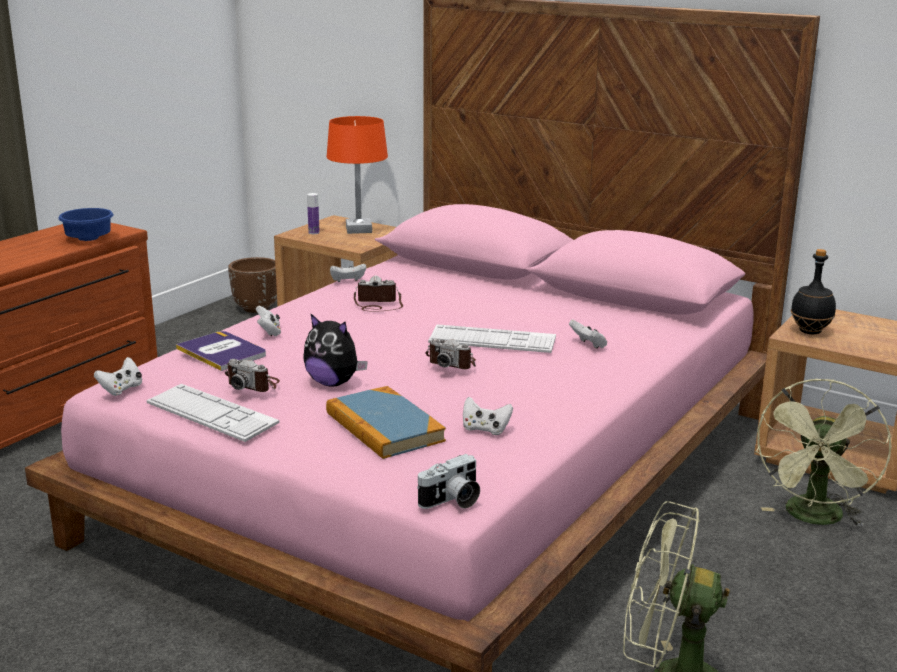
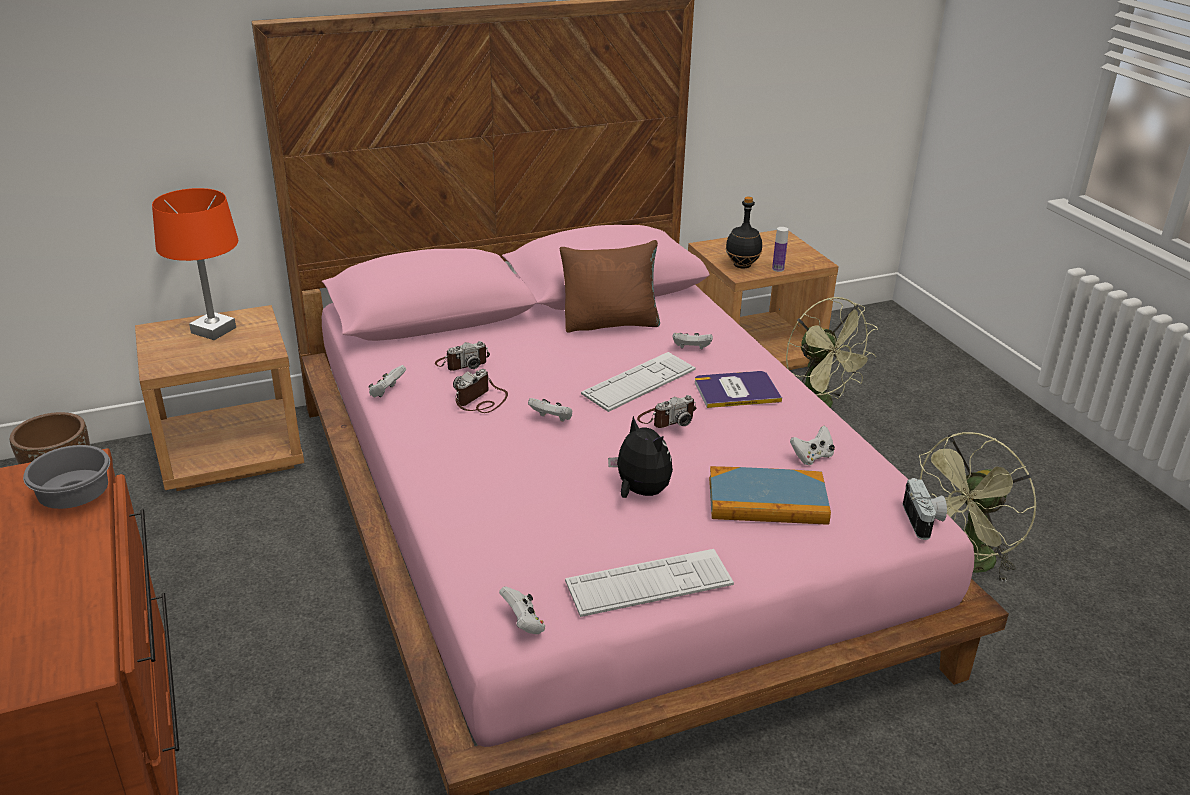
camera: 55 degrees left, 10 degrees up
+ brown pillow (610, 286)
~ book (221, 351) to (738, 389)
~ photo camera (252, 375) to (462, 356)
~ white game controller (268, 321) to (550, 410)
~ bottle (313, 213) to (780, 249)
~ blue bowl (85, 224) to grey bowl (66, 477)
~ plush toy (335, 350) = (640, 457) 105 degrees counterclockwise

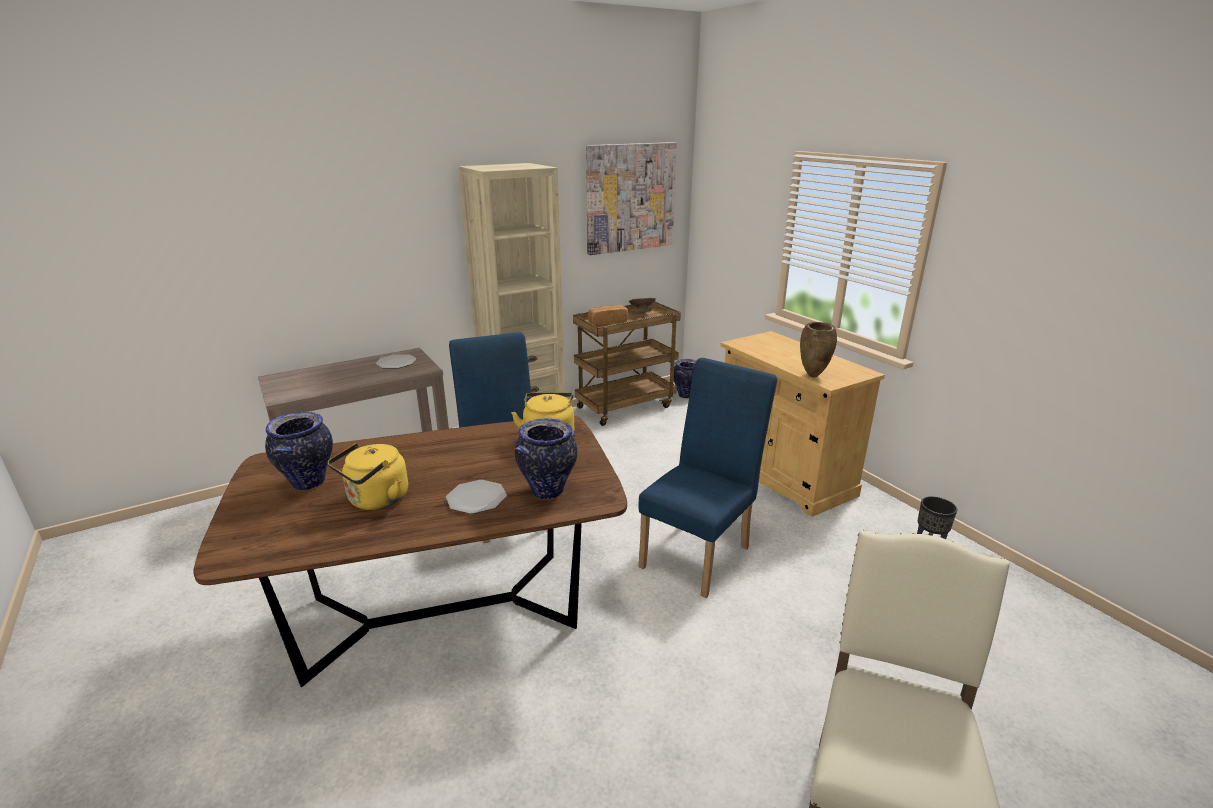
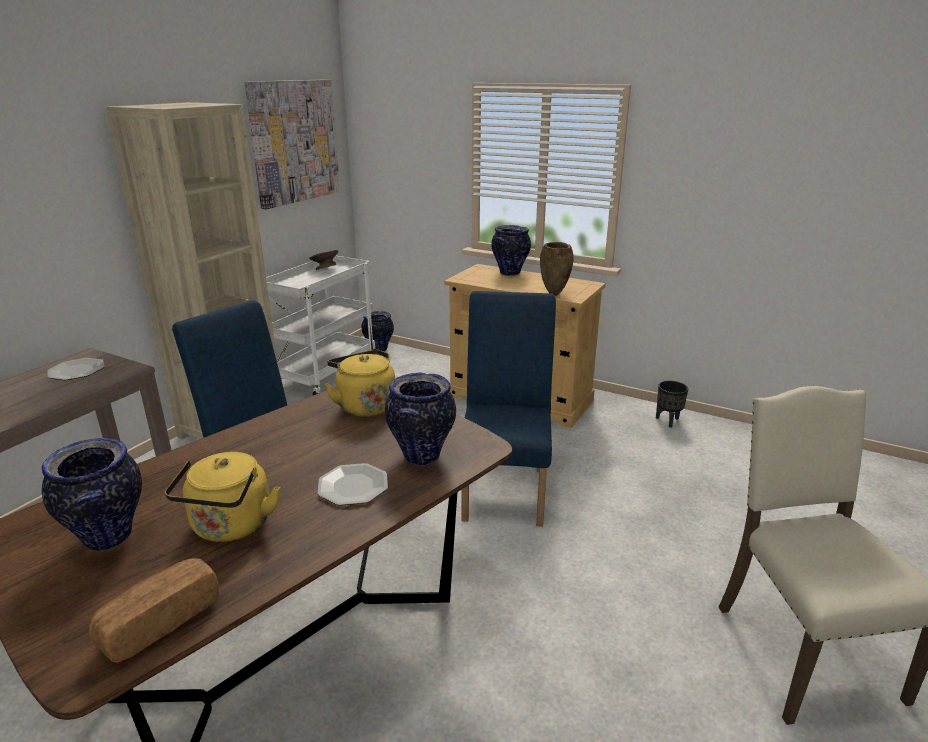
camera: 30 degrees left, 0 degrees up
+ vase (511, 250)
~ bread (608, 315) to (153, 610)
~ brown cart (627, 363) to white cart (320, 325)

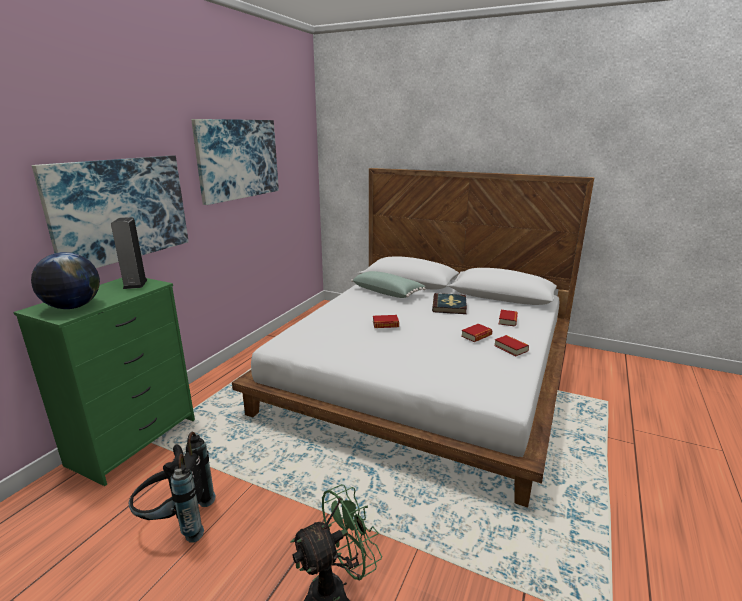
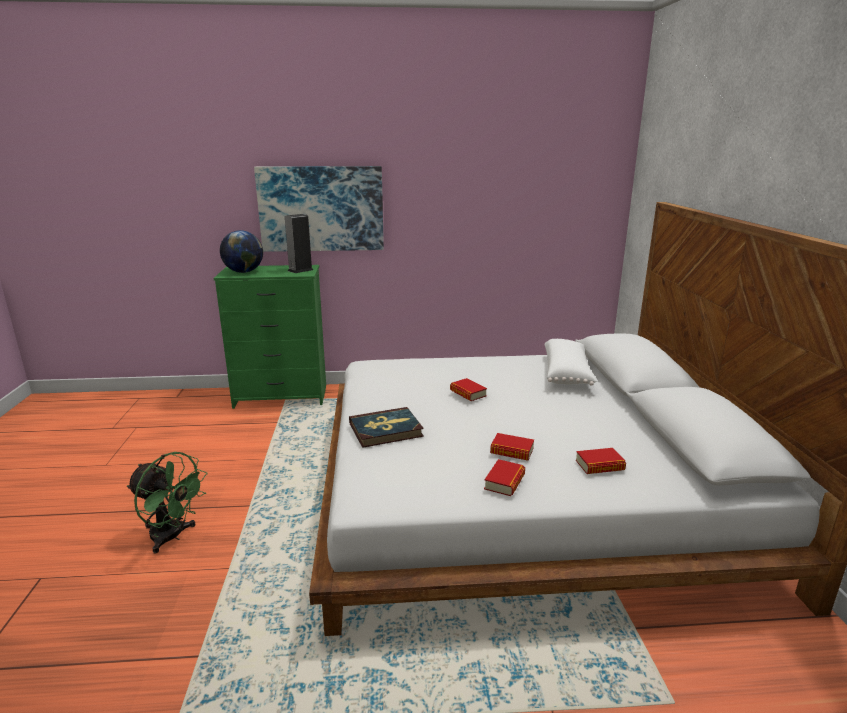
camera: 60 degrees right, 0 degrees up
- black backpack (172, 487)
- picture (235, 162)
~ book (449, 303) to (386, 427)
~ green pillow (388, 284) to white pillow (571, 362)

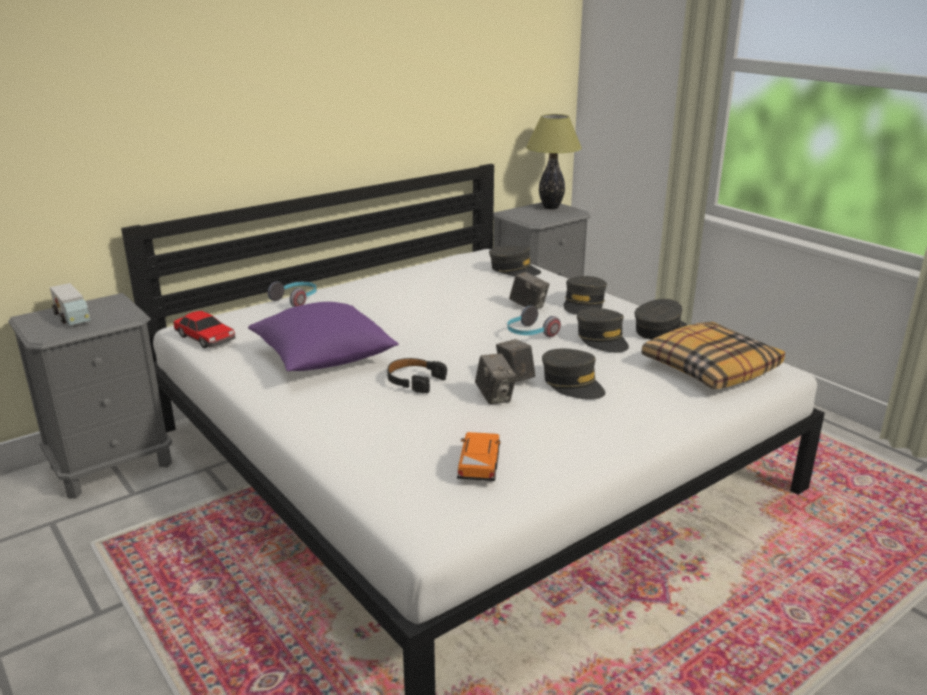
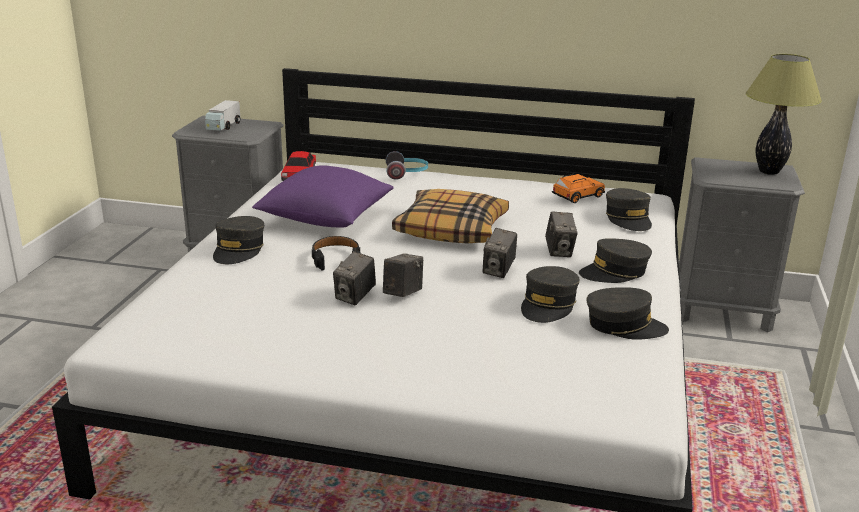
camera: 50 degrees right, 0 degrees up
~ orange toy car (478, 456) to (578, 188)
~ grey cap (573, 374) to (238, 240)
~ pillow (713, 355) to (450, 216)
~ headphones (534, 321) to photo camera (500, 253)

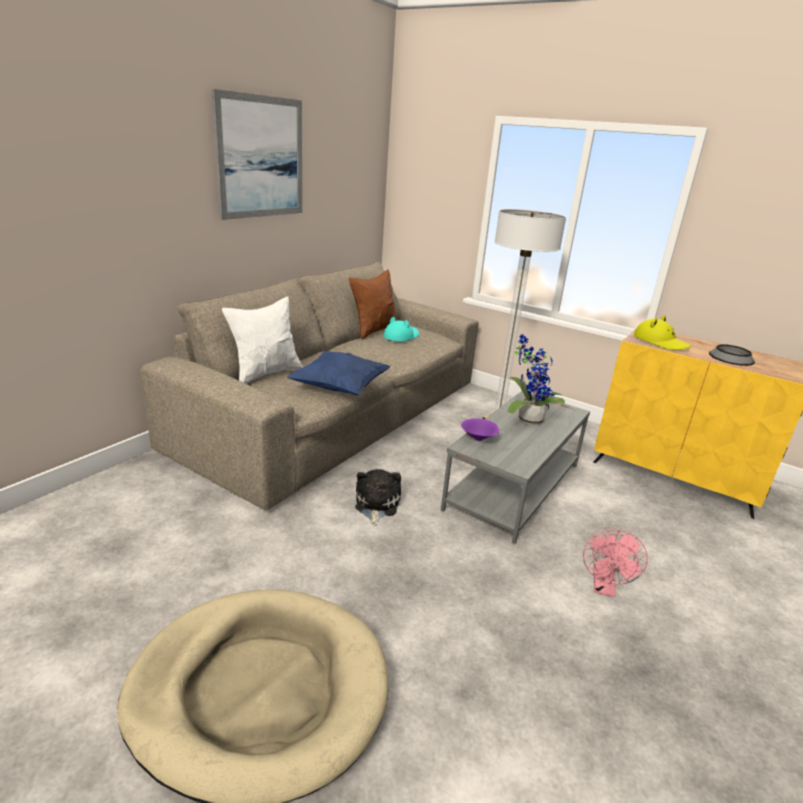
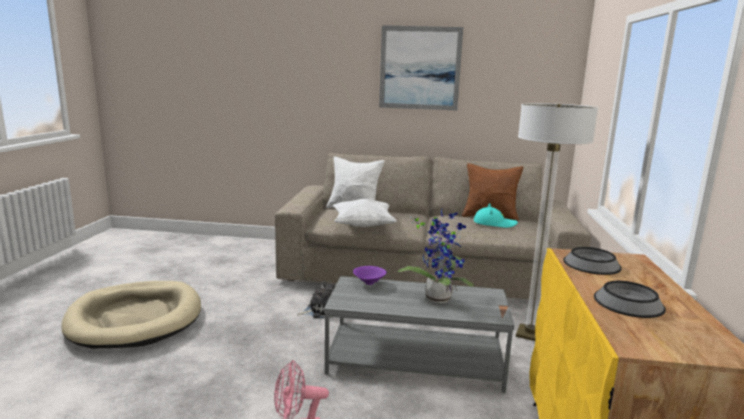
camera: 65 degrees right, 10 degrees down
~ yellow hat (663, 332) to bowl (592, 261)
~ blue pillow (338, 373) to white pillow (365, 213)

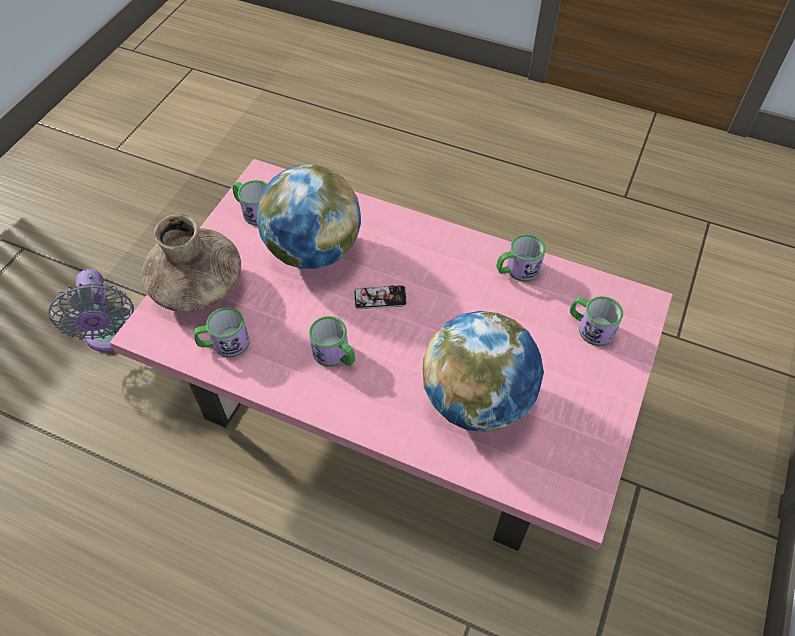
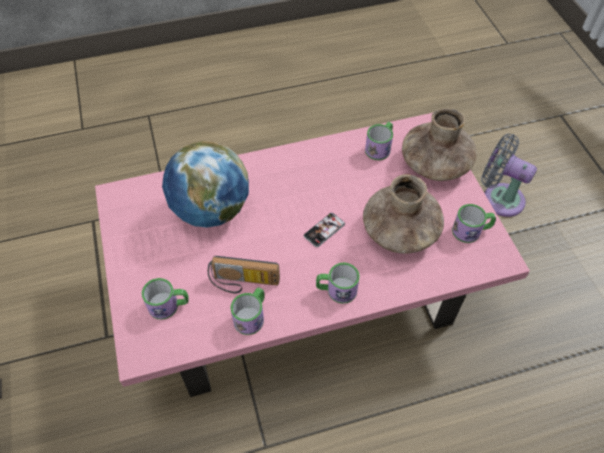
camera: 140 degrees right, 0 degrees up
+ radio (244, 274)
~ mug (332, 341) to (338, 283)
~ globe (308, 216) to brown vase (403, 214)

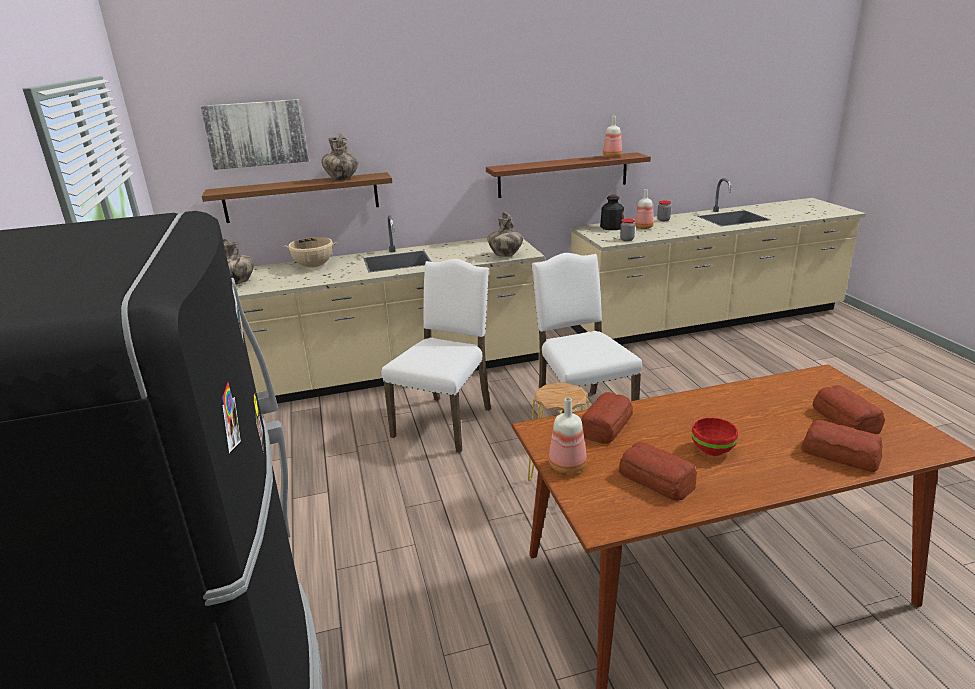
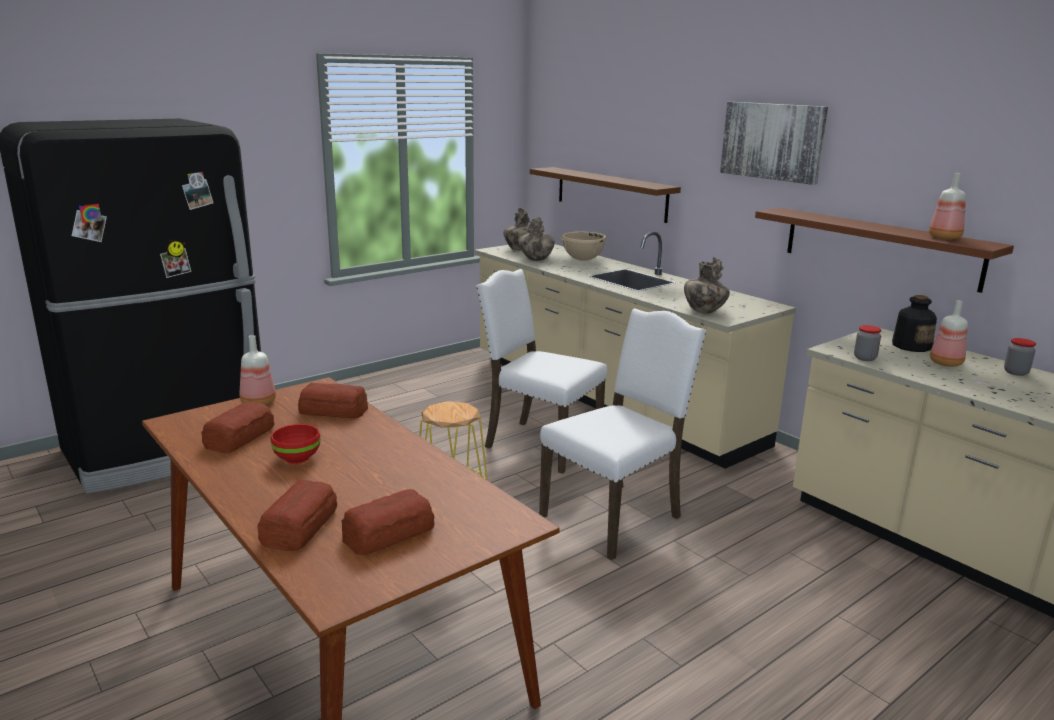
camera: 65 degrees right, 5 degrees down
~ picture (254, 134) to (774, 143)
~ vase (339, 157) to (536, 239)
~ white chair (436, 356) = (541, 371) 150 degrees counterclockwise

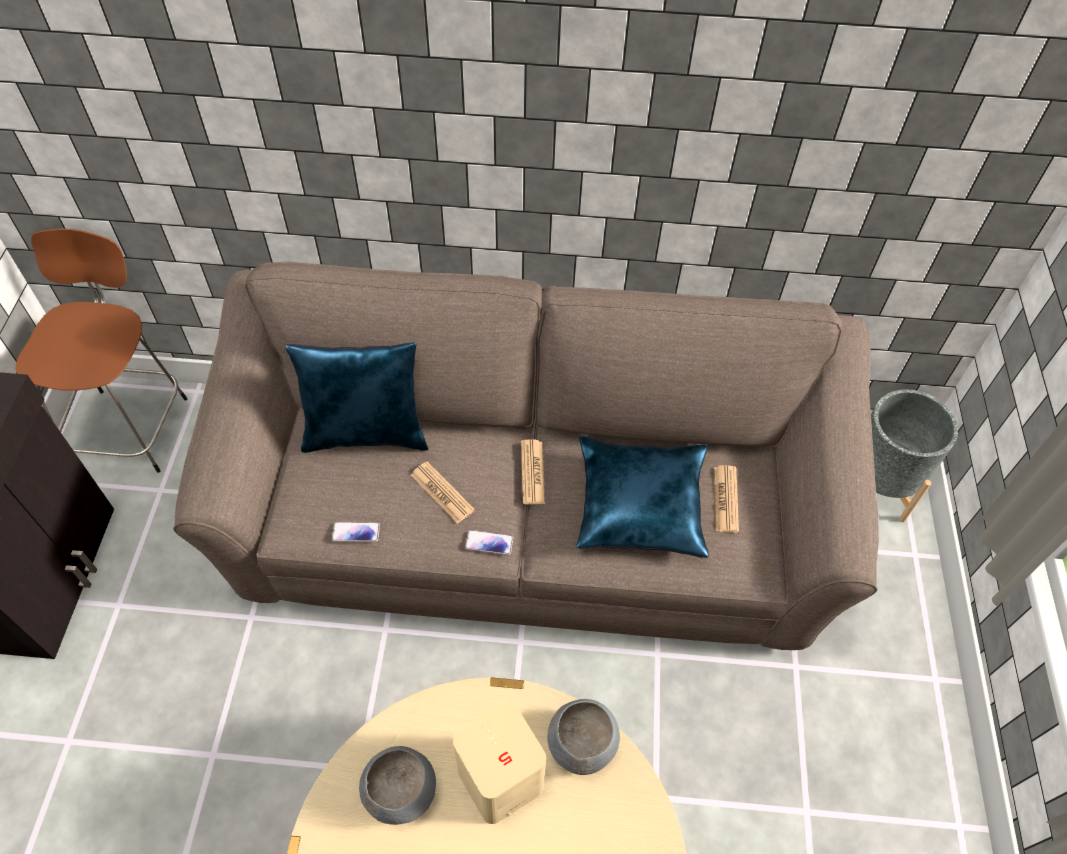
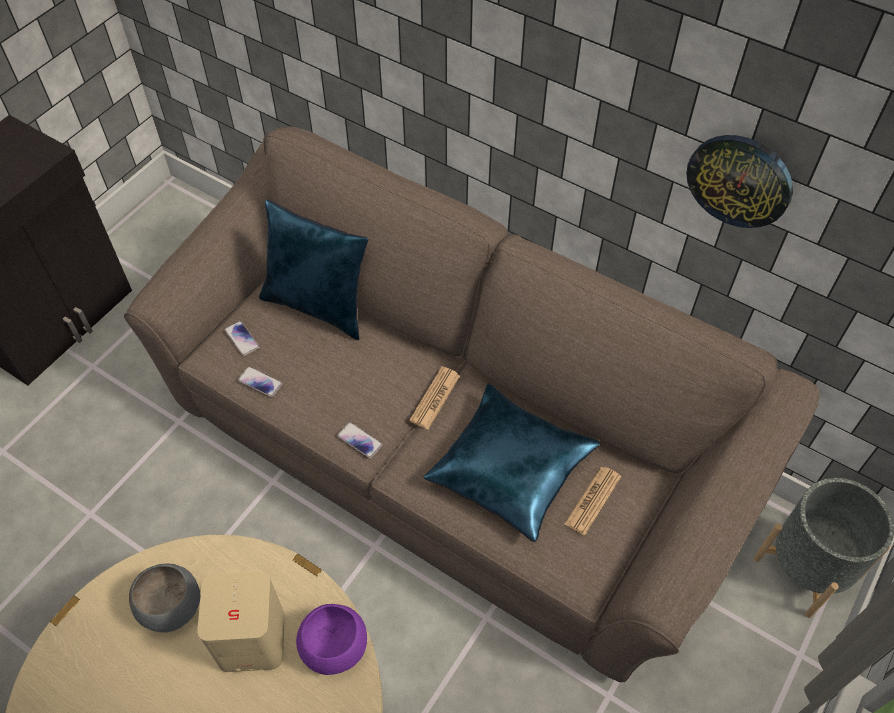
camera: 30 degrees right, 0 degrees up
- brown stool (101, 351)
- newspaper (443, 492)
+ phone (241, 338)
+ wall clock (739, 181)
~ grey bowl (583, 737) to purple bowl (331, 639)

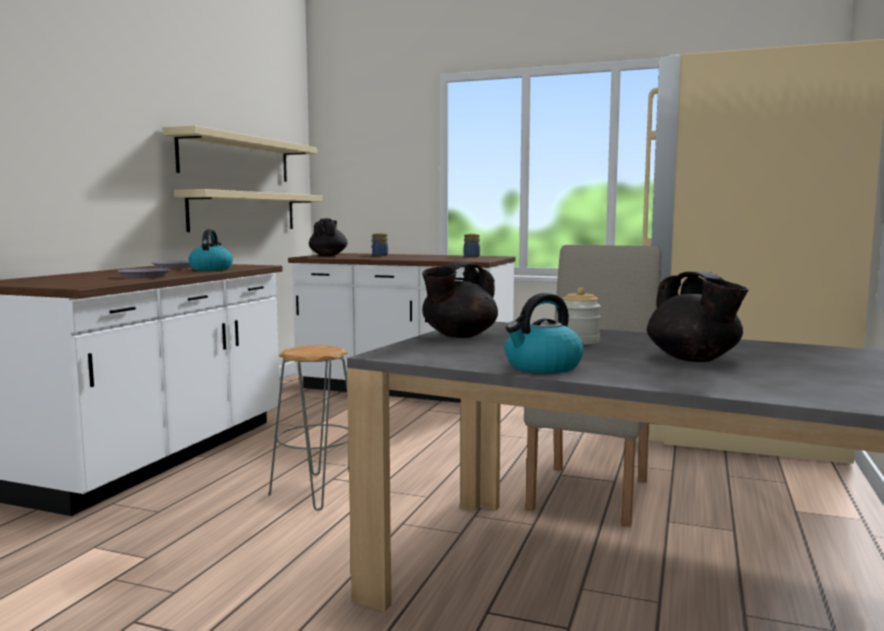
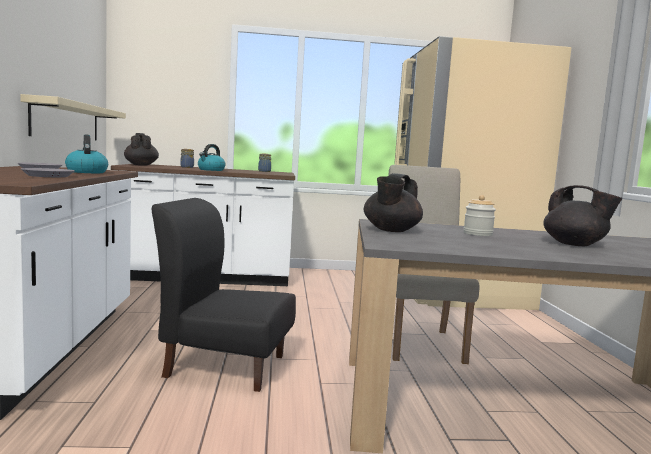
camera: 25 degrees left, 0 degrees up
- beige shelf (240, 153)
~ kettle (544, 333) to (212, 157)
~ grey stool (308, 428) to black chair (223, 295)

